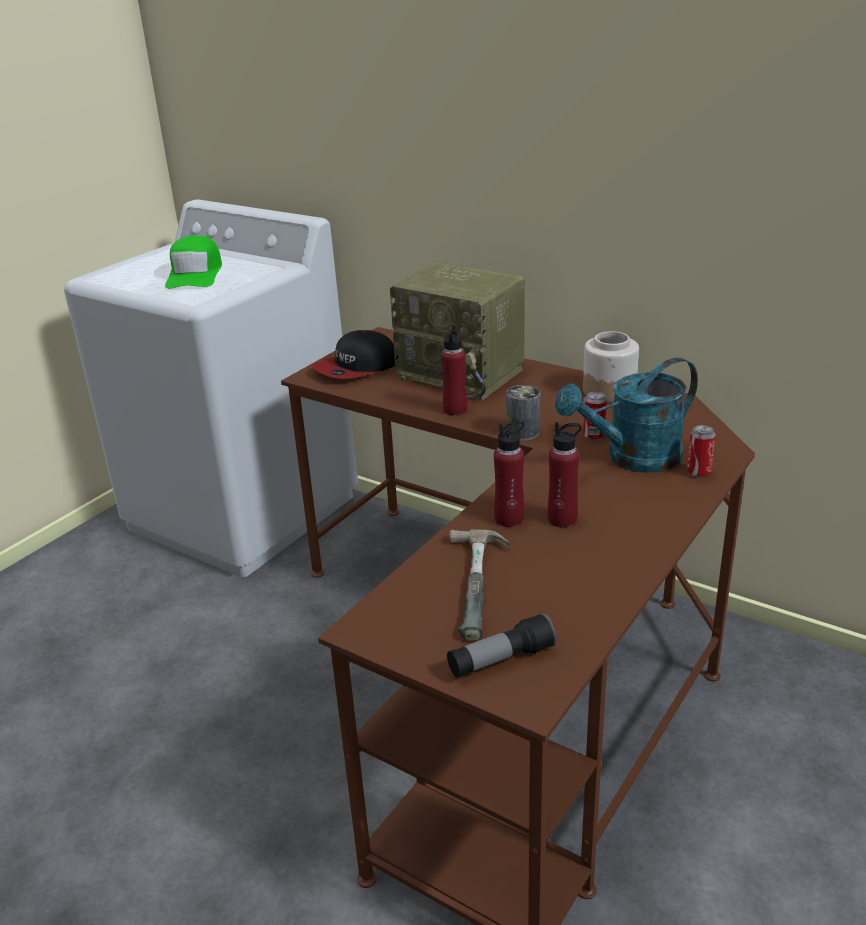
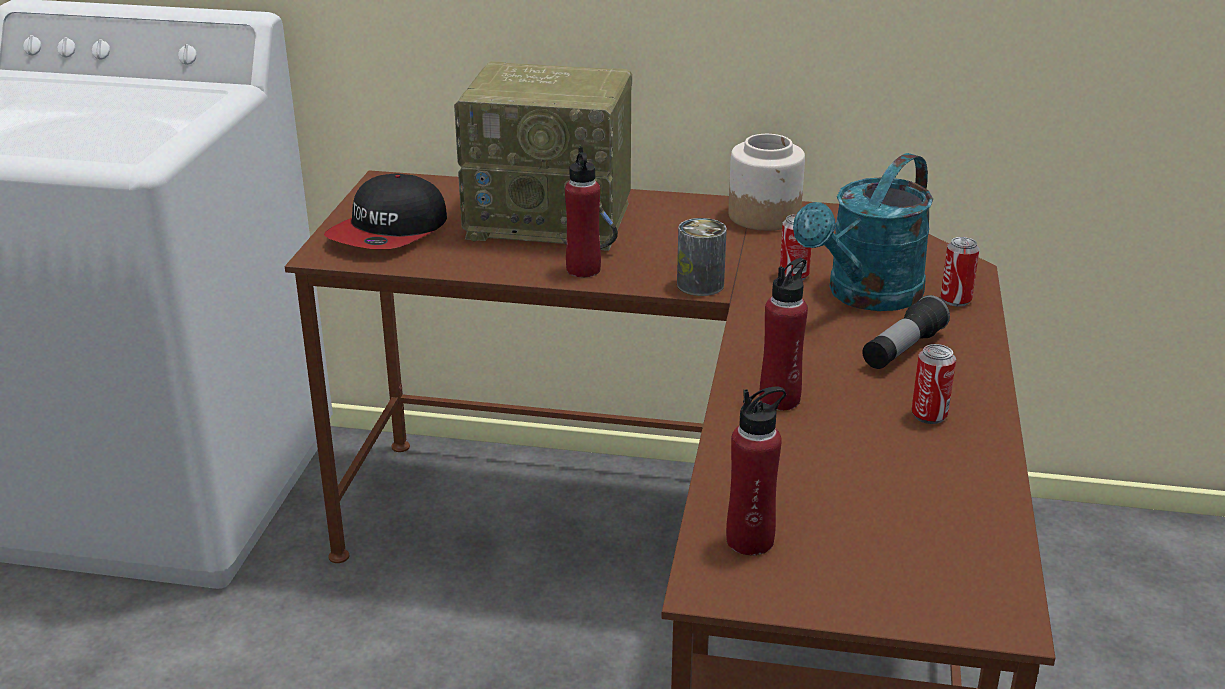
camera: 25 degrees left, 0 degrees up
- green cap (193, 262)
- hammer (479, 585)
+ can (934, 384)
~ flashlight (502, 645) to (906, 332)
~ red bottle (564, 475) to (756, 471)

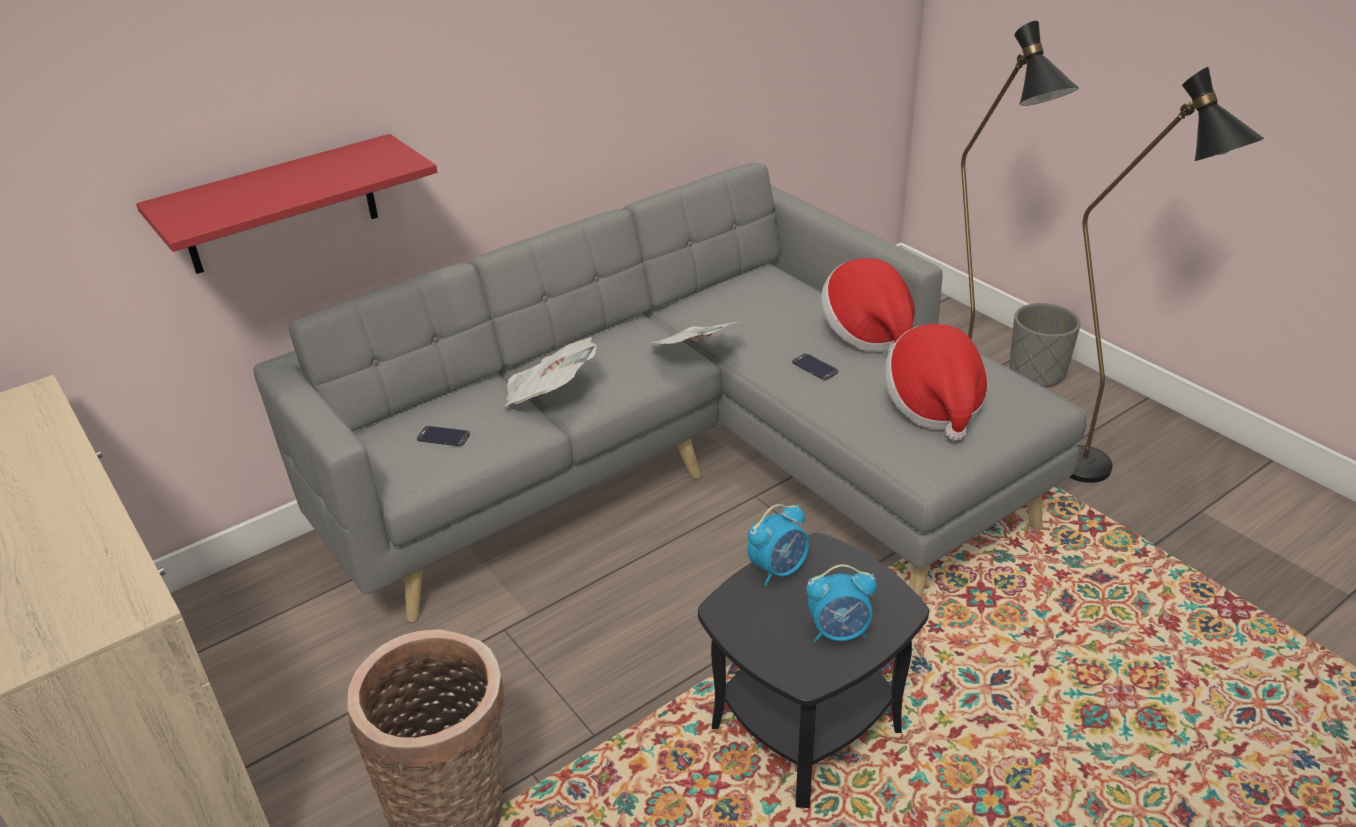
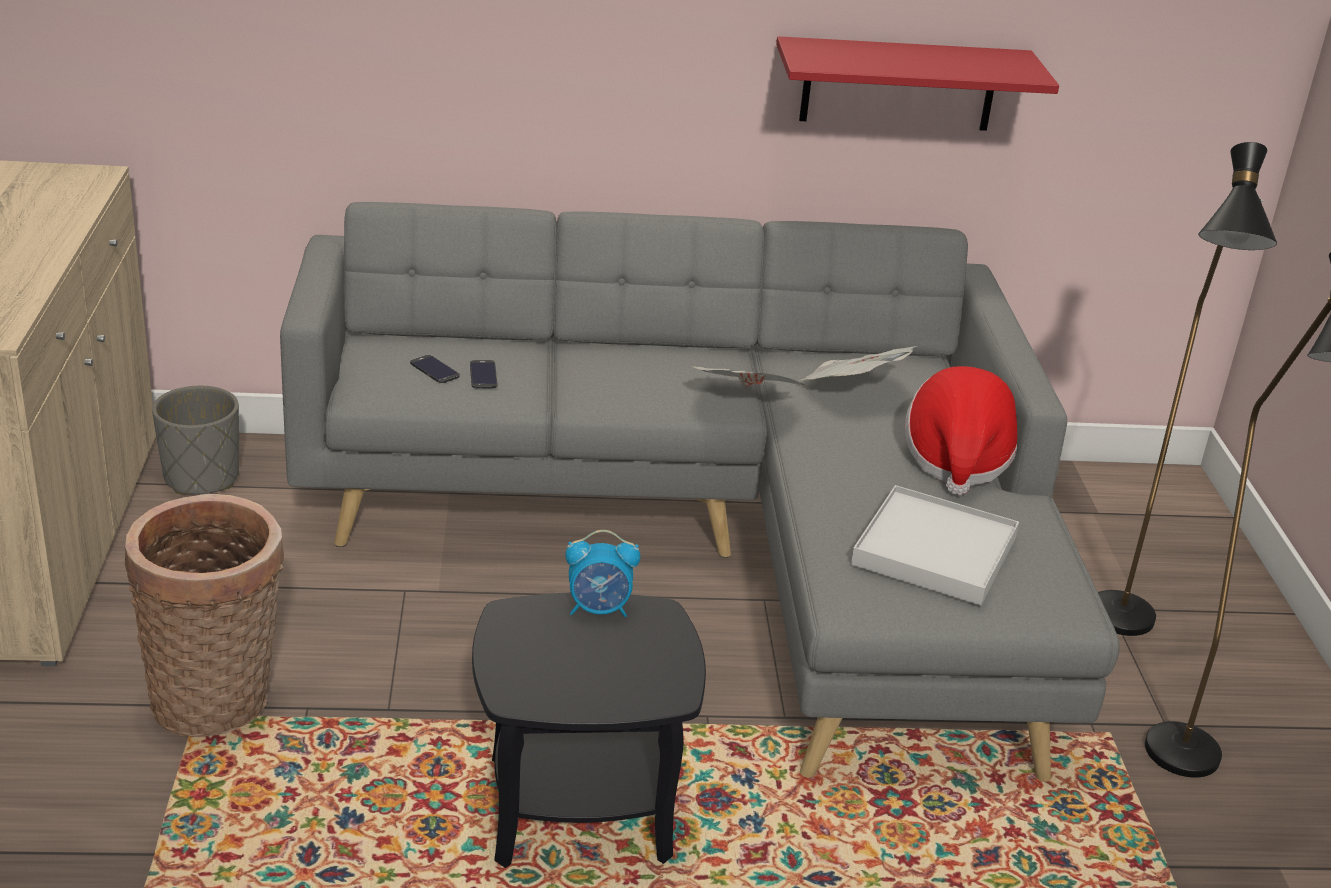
camera: 30 degrees right, 5 degrees down
- alarm clock (841, 603)
~ red shelf (286, 204) to (917, 83)
~ newspaper (551, 372) to (858, 363)
~ phone (815, 366) to (483, 374)
~ grey planter (1045, 345) to (195, 440)
~ hat (936, 382) to white tray (935, 545)

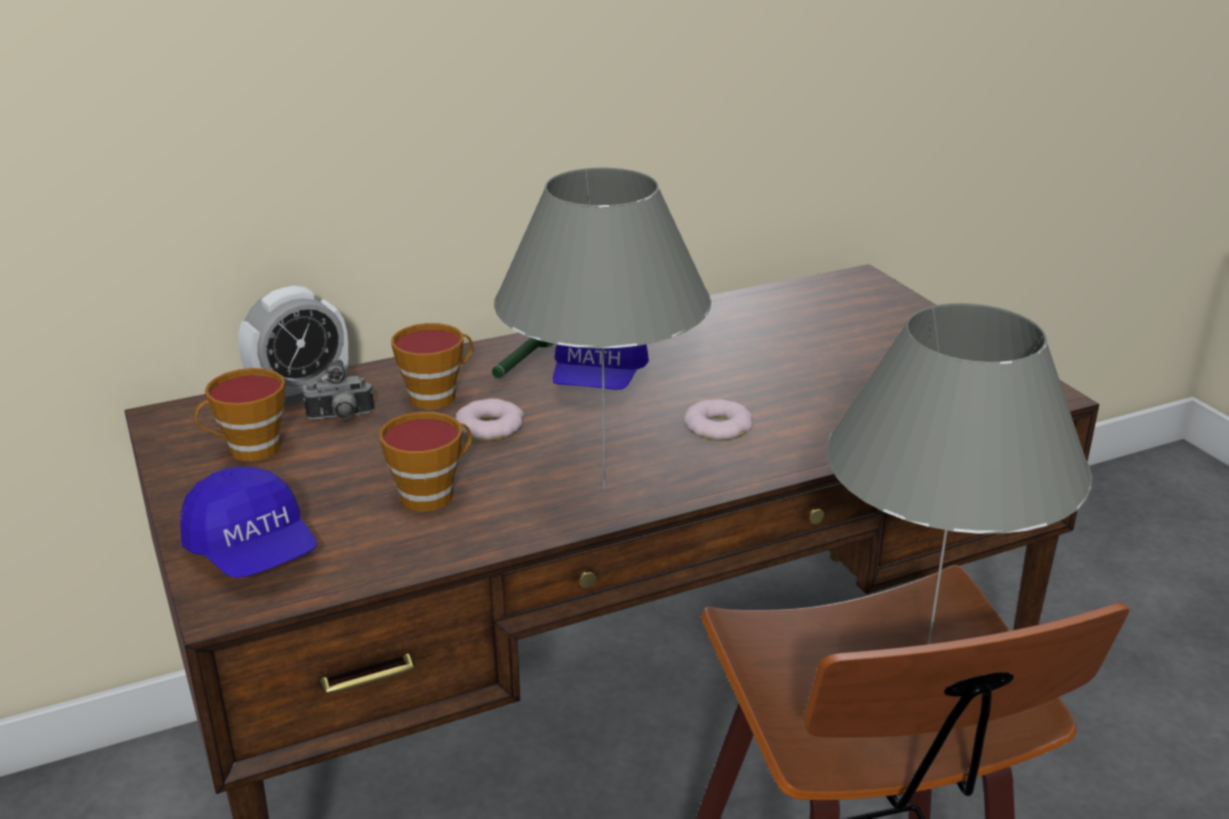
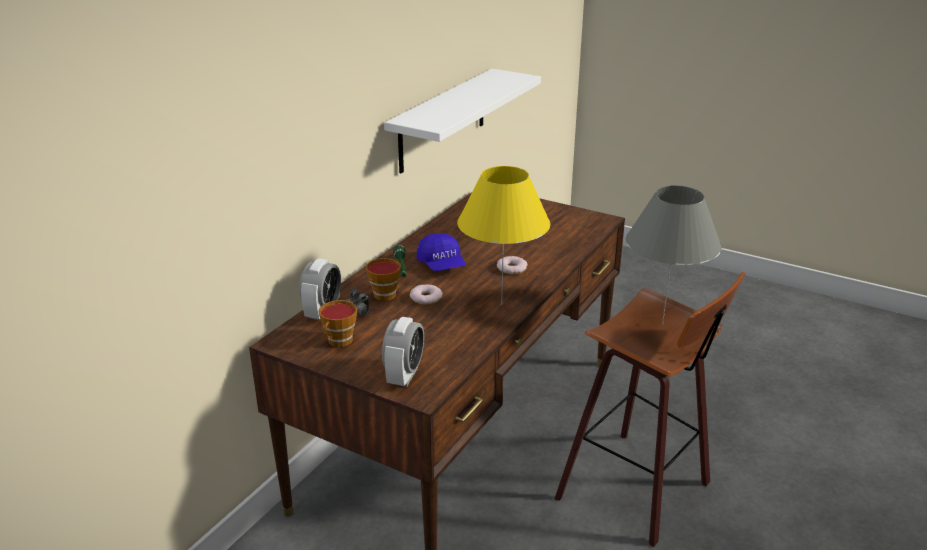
camera: 35 degrees left, 0 degrees up
- cup (425, 462)
+ white shelf (462, 121)
~ blue cap (249, 522) to alarm clock (403, 352)
~ grey table lamp (602, 328) to yellow table lamp (503, 235)

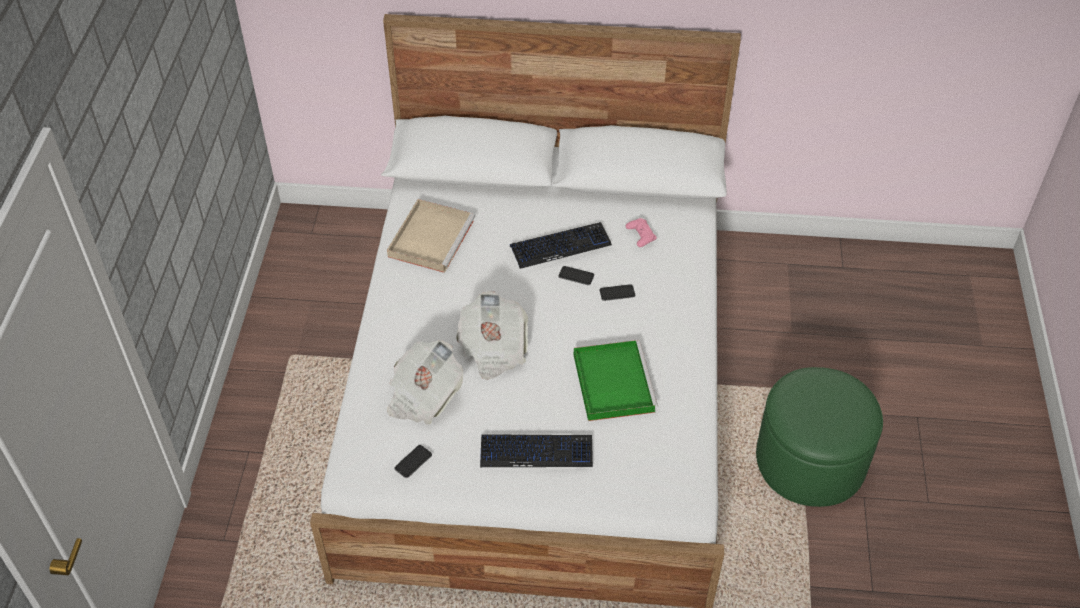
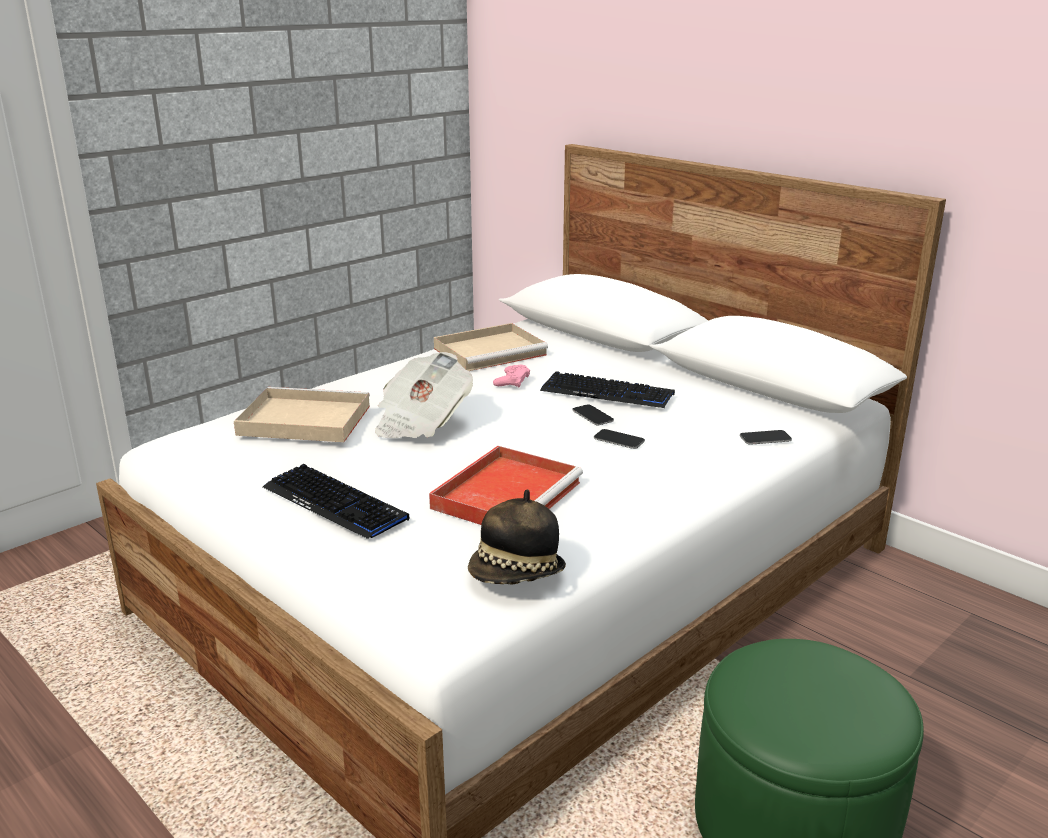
camera: 40 degrees right, 25 degrees down
+ hat (517, 536)
~ phone (413, 461) to (766, 437)
~ pink game controller (641, 232) to (511, 376)
~ newspaper (425, 382) to beige tray (302, 414)
~ green tray (616, 380) to red tray (506, 485)

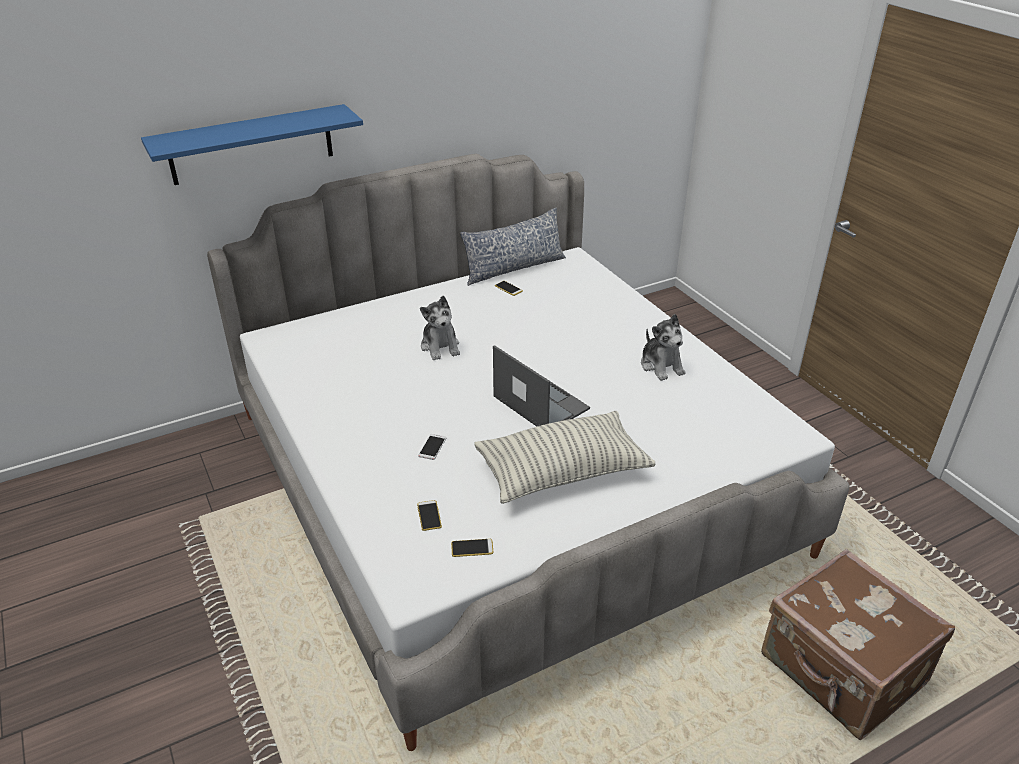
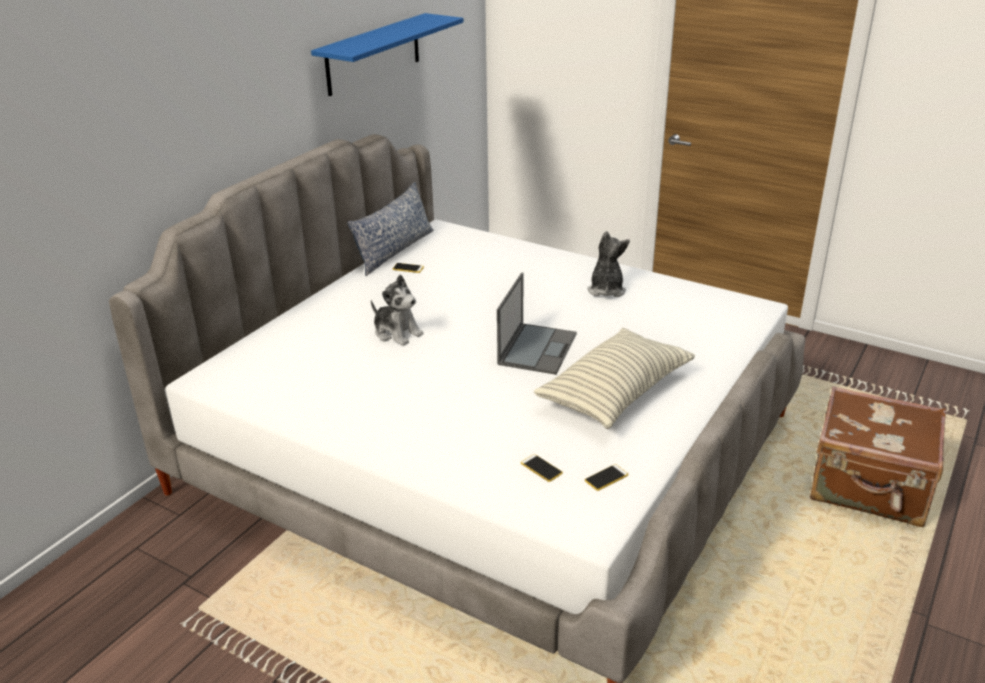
camera: 30 degrees left, 5 degrees down
- phone (432, 447)
~ blue shelf (252, 144) to (387, 54)
~ laptop (541, 386) = (537, 323) 90 degrees clockwise
~ plush toy (663, 347) = (608, 264) 120 degrees counterclockwise

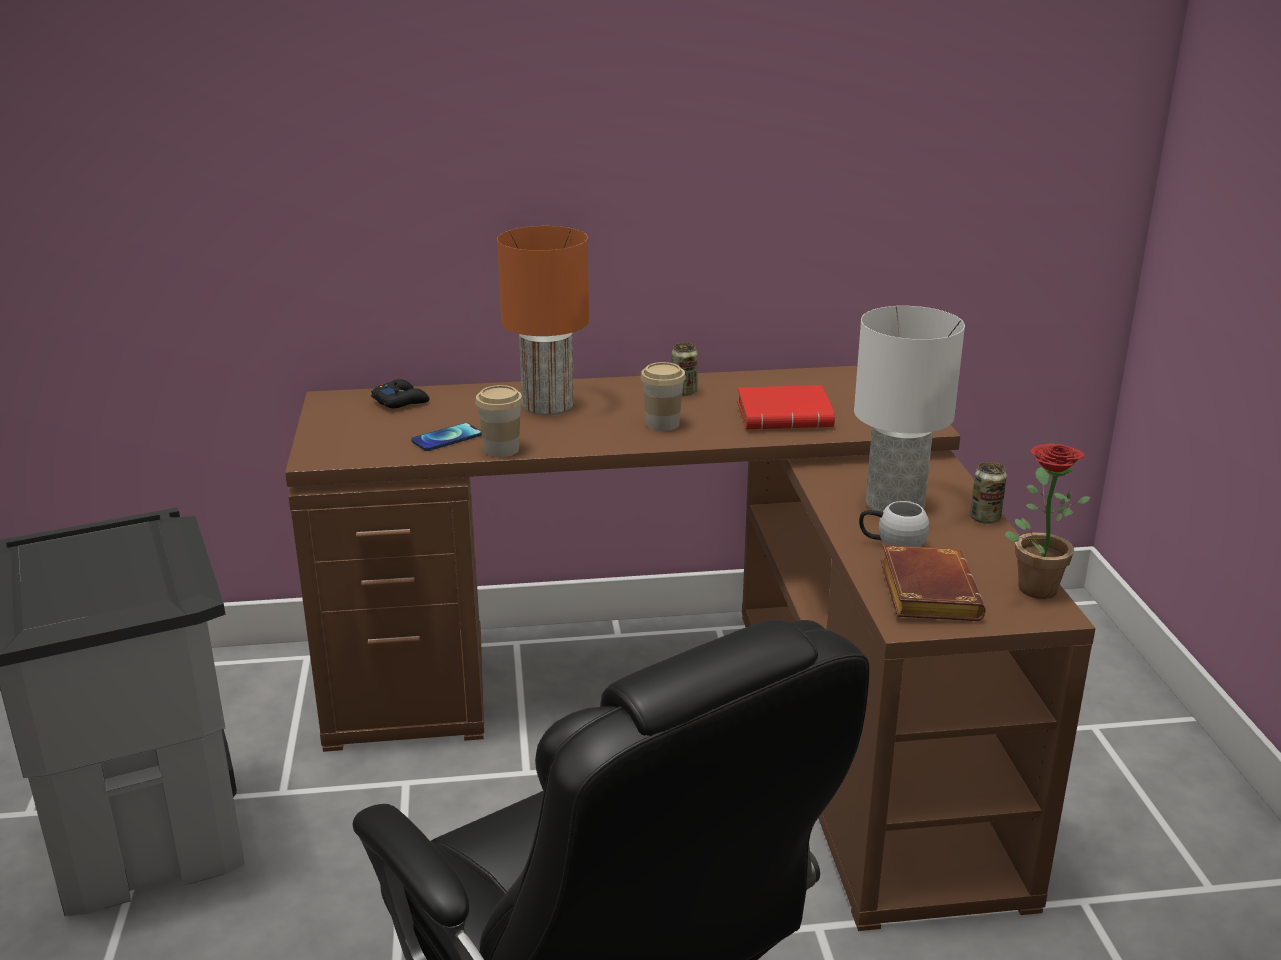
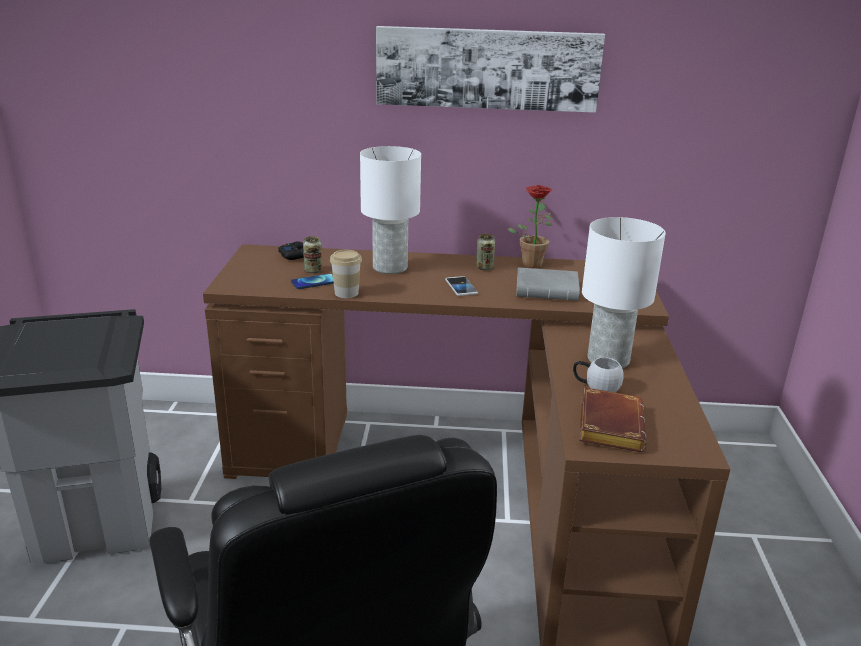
camera: 10 degrees right, 0 degrees up
+ picture (490, 69)
~ can (988, 493) to (312, 254)
~ potted plant (1047, 521) to (530, 226)
~ cup (663, 396) to phone (461, 286)
~ orange table lamp (543, 320) to white table lamp (390, 210)
~ red book (786, 407) to grey book (548, 284)

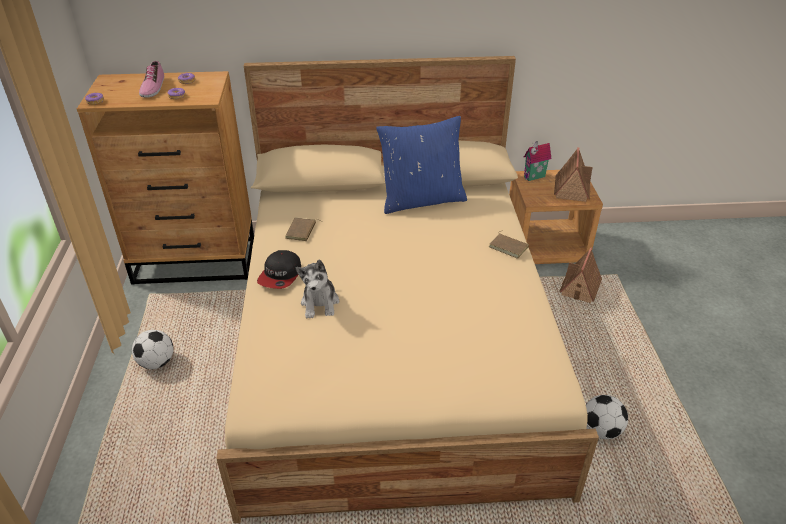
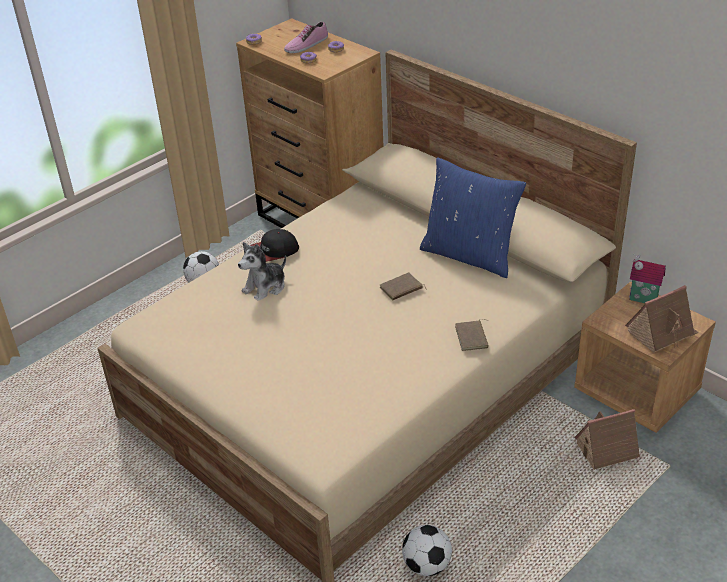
camera: 50 degrees right, 0 degrees up
~ brown book (304, 229) to (403, 286)

